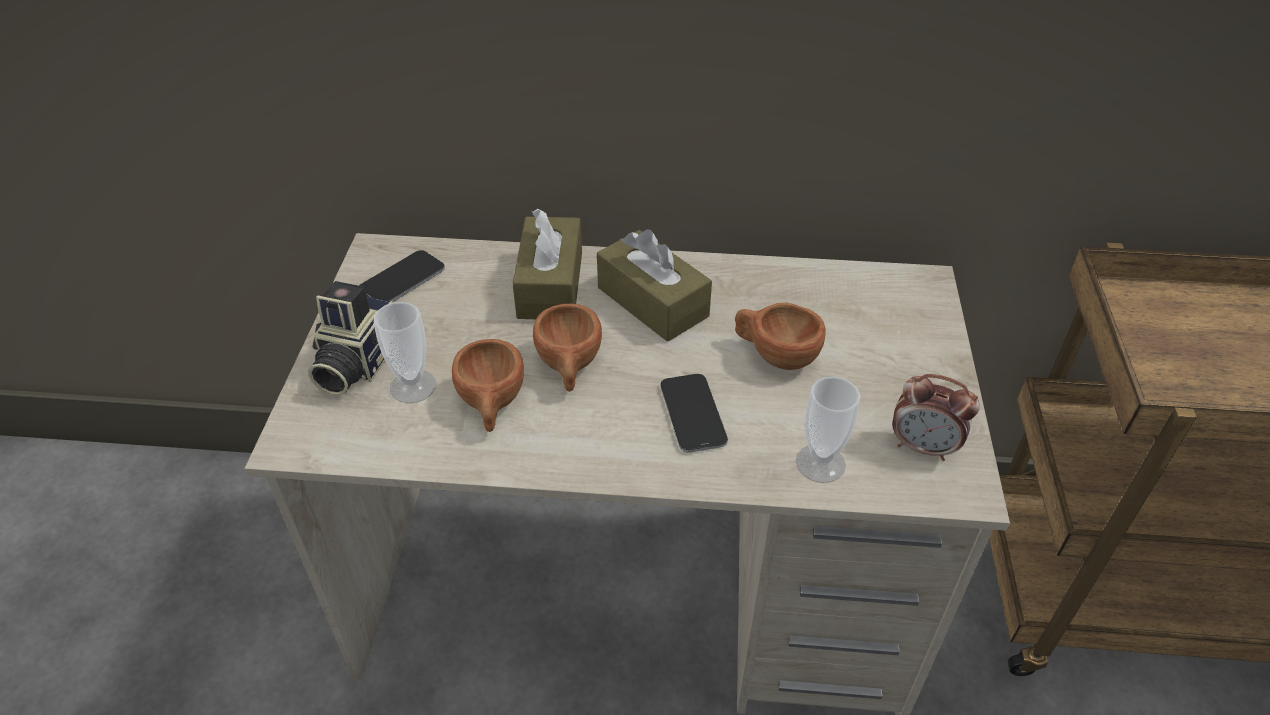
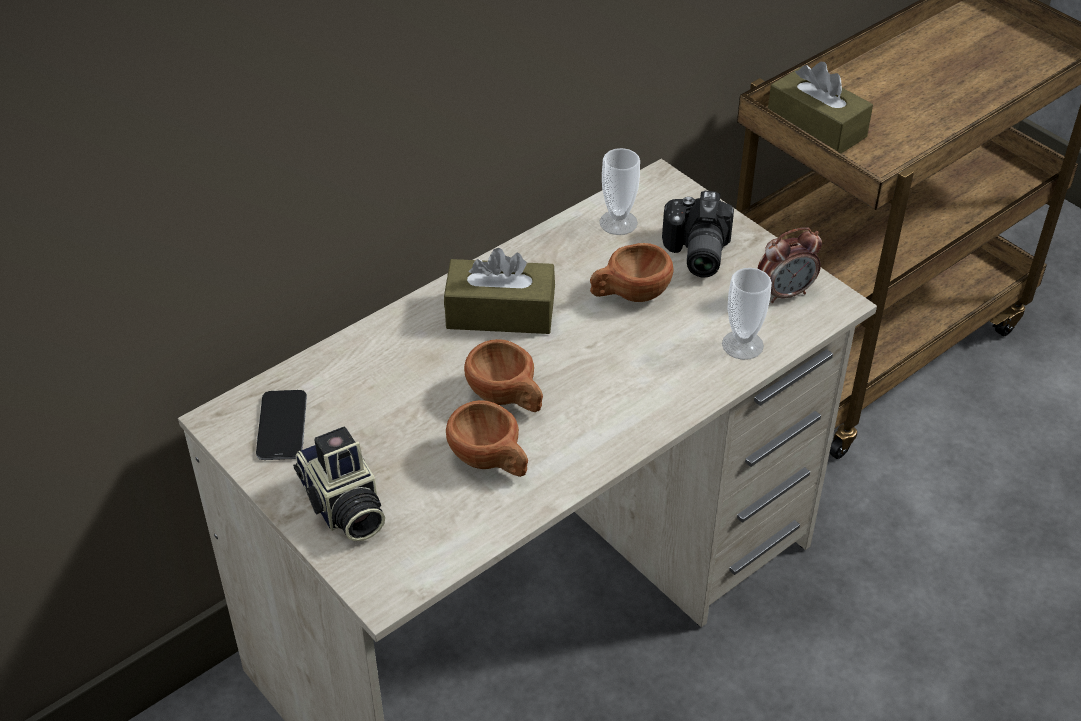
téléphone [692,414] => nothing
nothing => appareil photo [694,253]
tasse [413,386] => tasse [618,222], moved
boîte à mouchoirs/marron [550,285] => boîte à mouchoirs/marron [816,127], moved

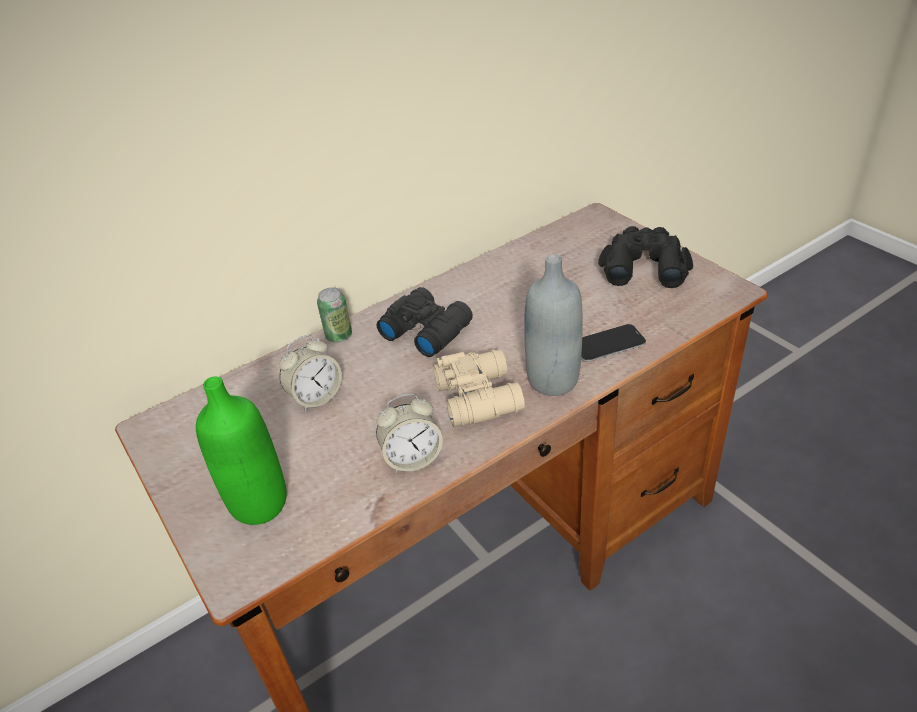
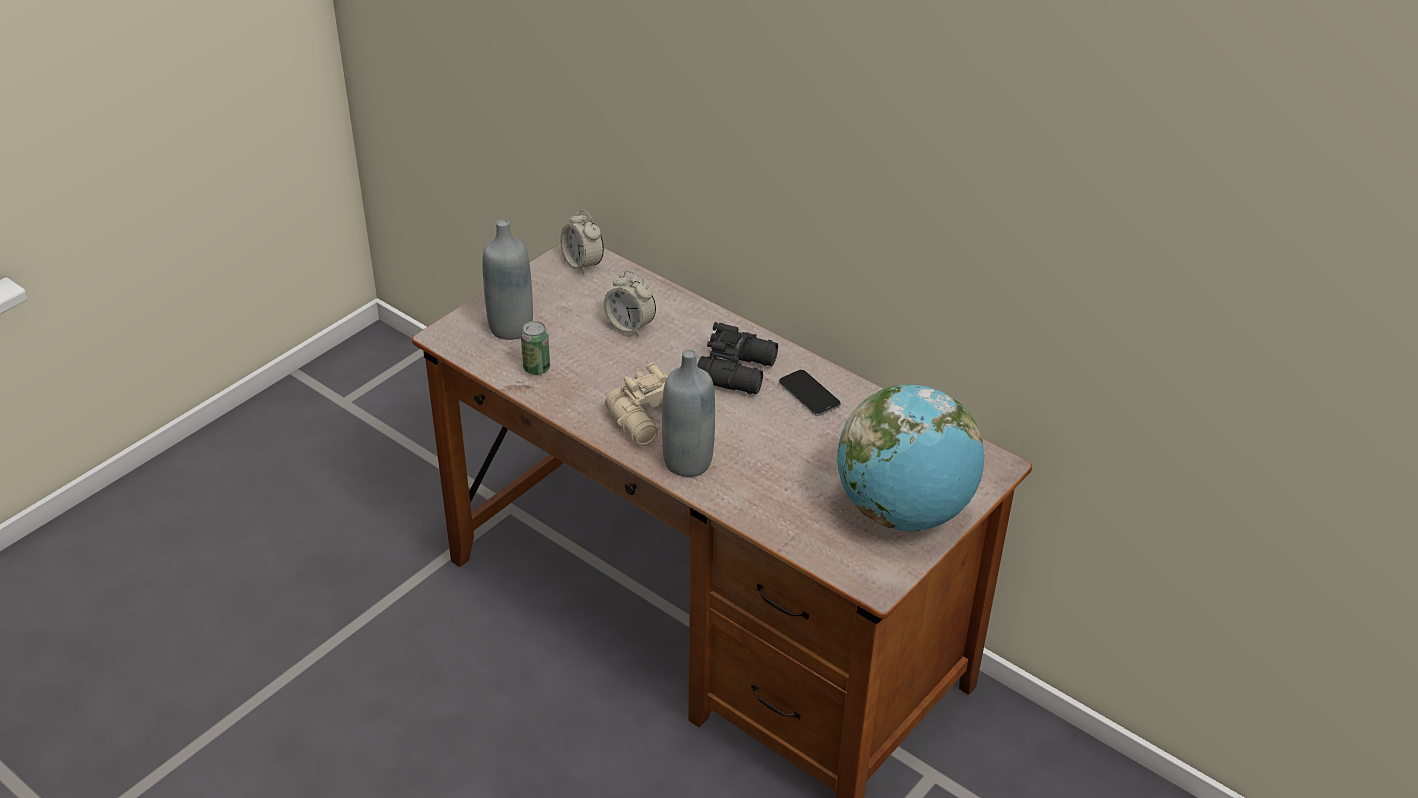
boîte métallique [339,336] => boîte métallique [536,368], moved
réveil [412,459] => réveil [582,264], moved
téléphone [608,344] => téléphone [809,394], moved
jumelles/noir [644,265] => globe [903,511]
bouteille/vert [259,504] => bouteille/gris [511,327]

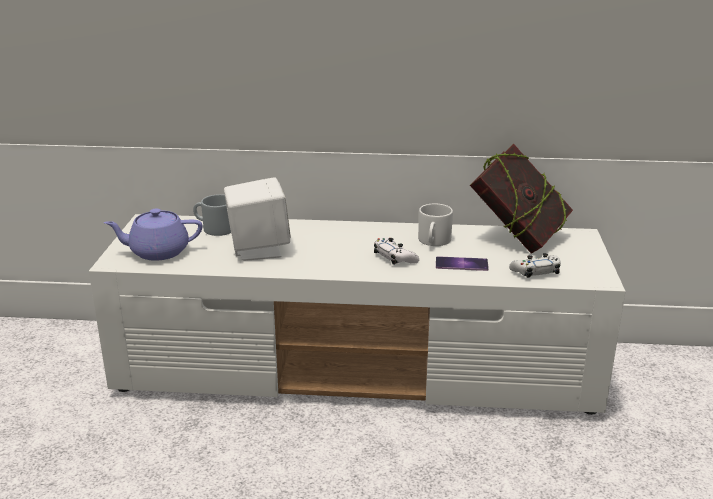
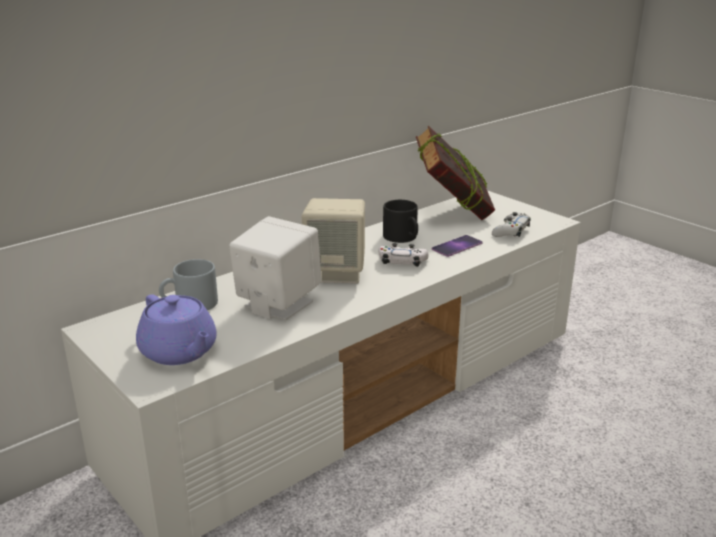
nothing => enceinte/beige [336,272]
mug/blanc [434,242] => mug/noir [403,238]
théière/violet [158,252] => théière/violet [179,352], 75 degrees counterclockwise

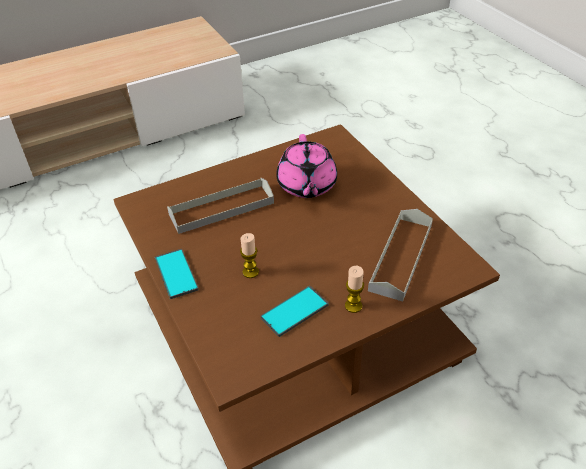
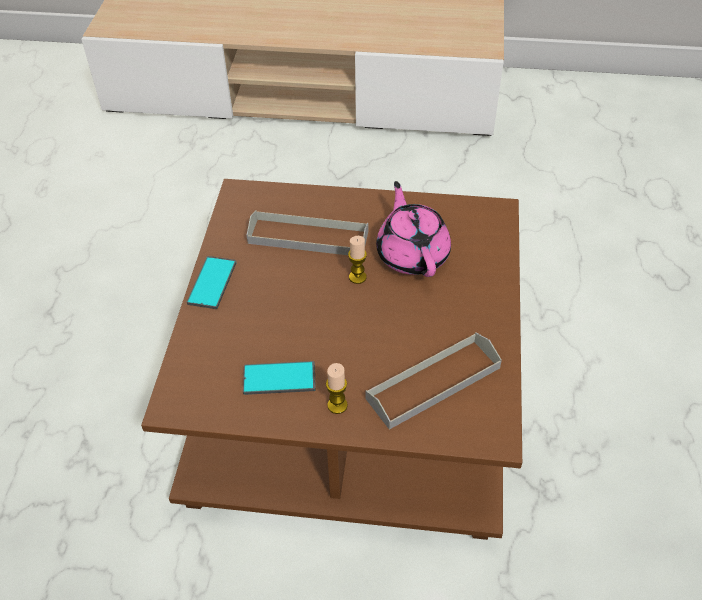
bougie [250,272] => bougie [357,277], moved
théière/rose [306,185] => théière/rose [412,254], 135 degrees clockwise

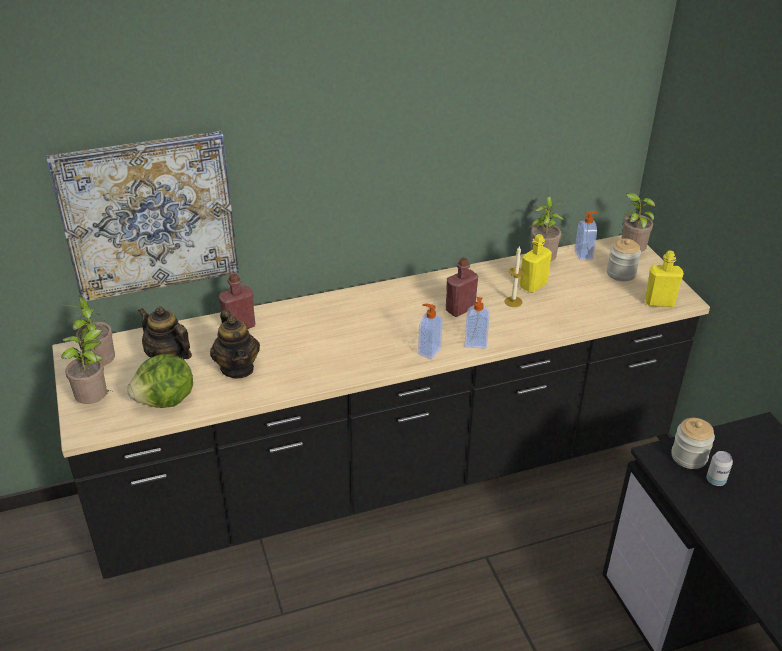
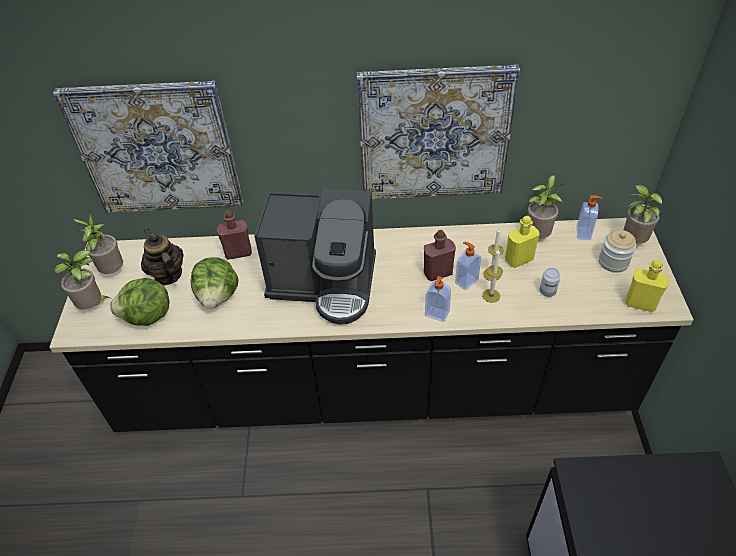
bocal [689,456] => nothing
nothing => machine à café [325,283]
nothing => tableau [434,134]
nothing => bougie [491,295]
distributeur de savon [428,351] => distributeur de savon [466,281], moved
boîte métallique [715,480] => boîte métallique [547,292], moved
théière [237,368] => laitue [218,296]

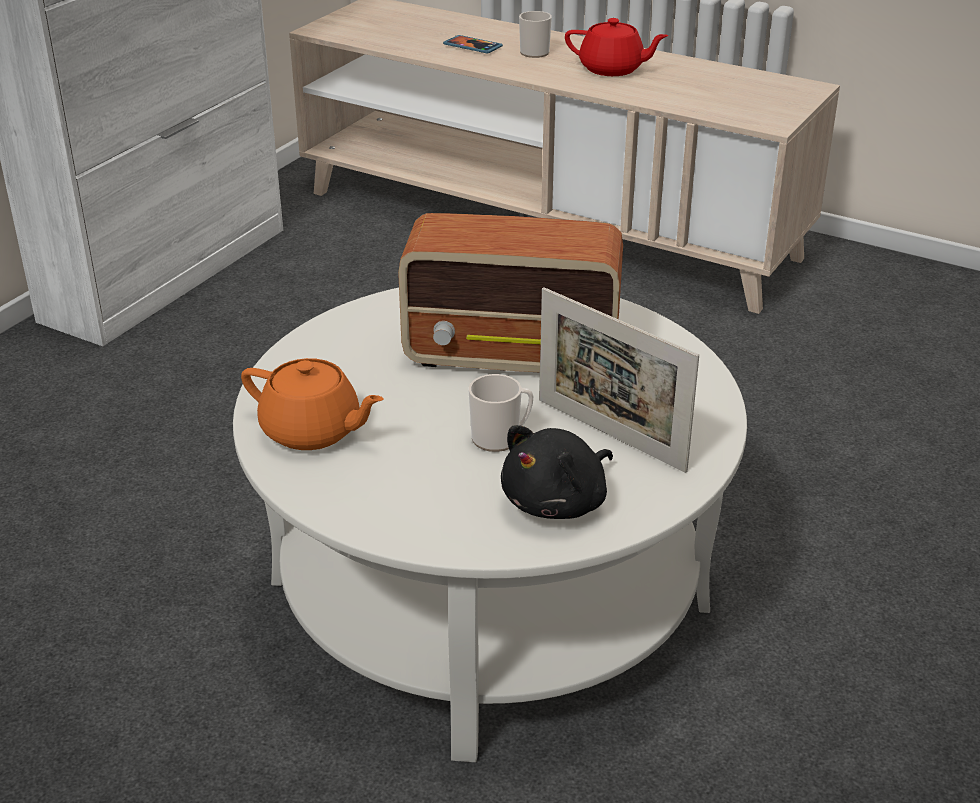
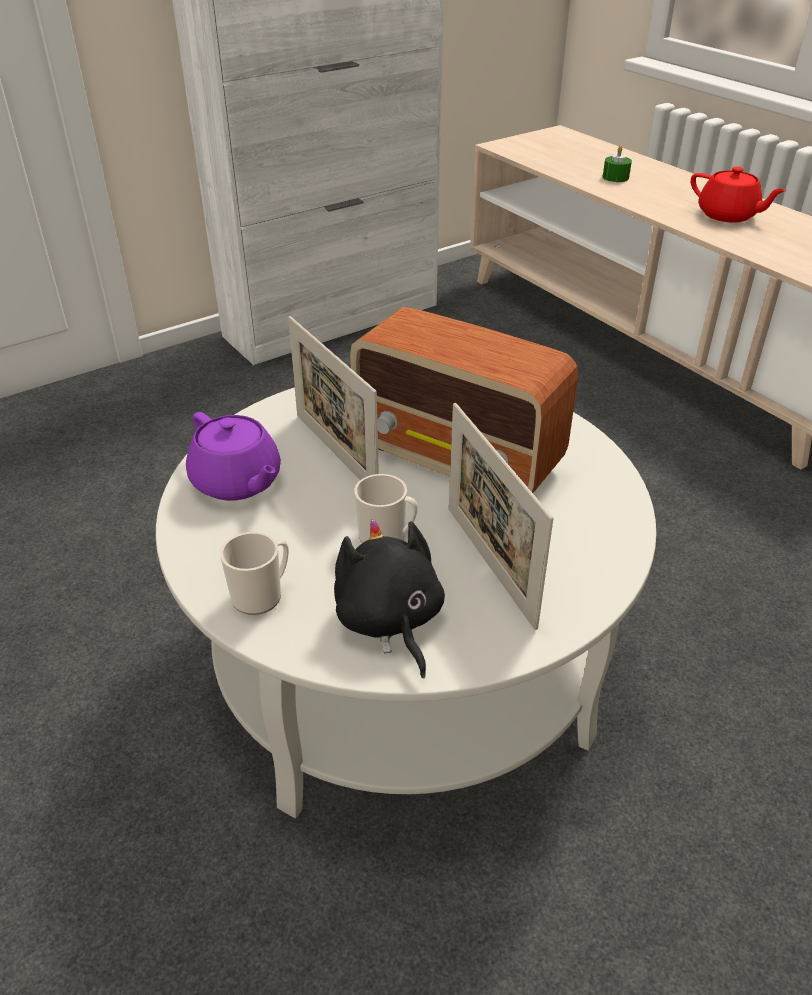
nothing => cadre photo [335,453]
mug [536,51] => mug [262,595], moved
téléphone [473,46] => bougie/vert [615,177]
théière/orange [312,431] => théière/violet [237,482]
peluche/noir [558,502] => peluche/noir [389,621], 90 degrees clockwise

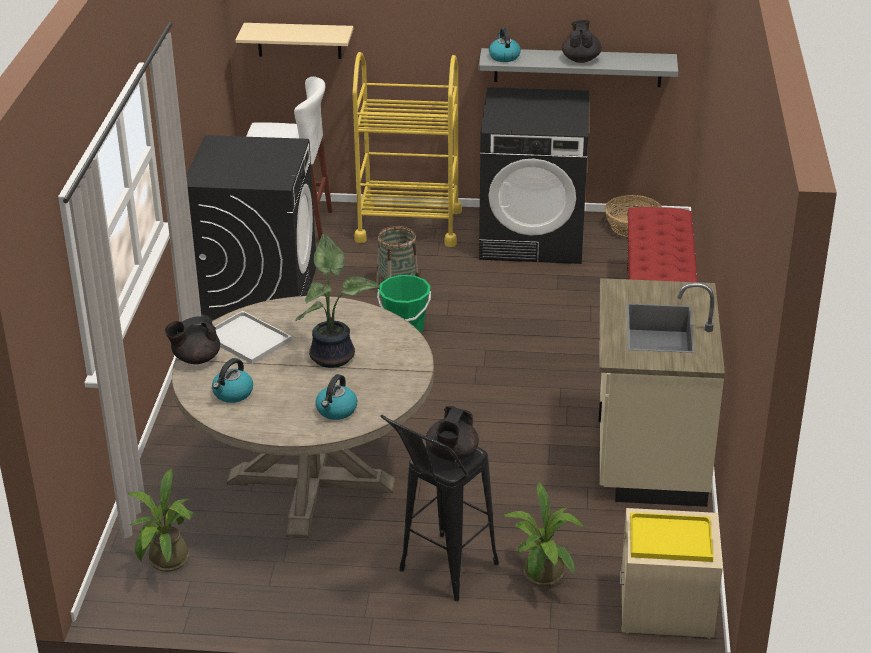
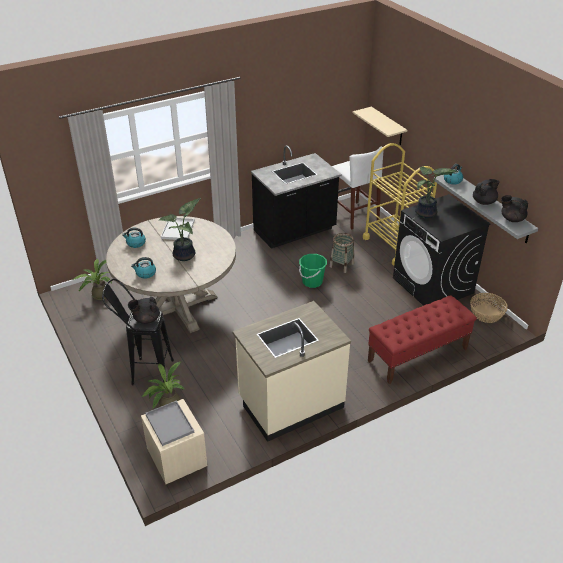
nothing => plante en pot [426,214]
théière/noir [195,358] => théière/noir [512,219], moved
lave-linge/noir [259,292] => comptoir de cuisine/noir [295,231]
plateau/jaune [669,539] => plateau/gris [168,423]

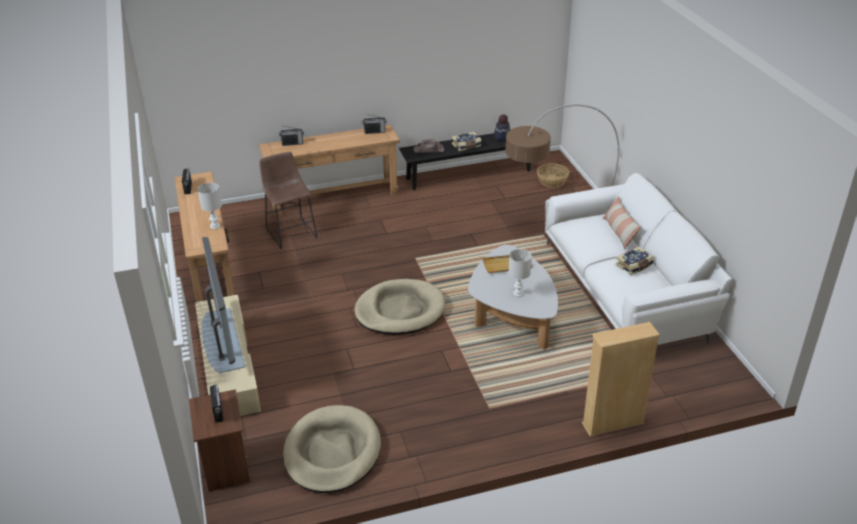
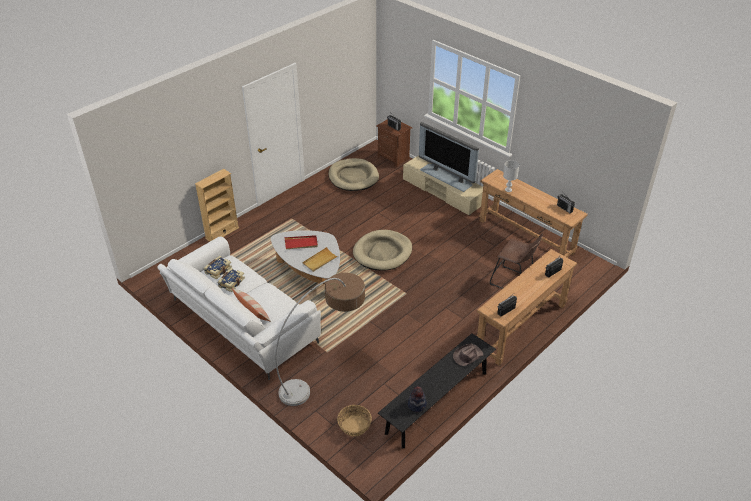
livre [466,146] => livre [217,270], moved
lampe de table/blanc [518,293] => plateau/rouge [301,243]

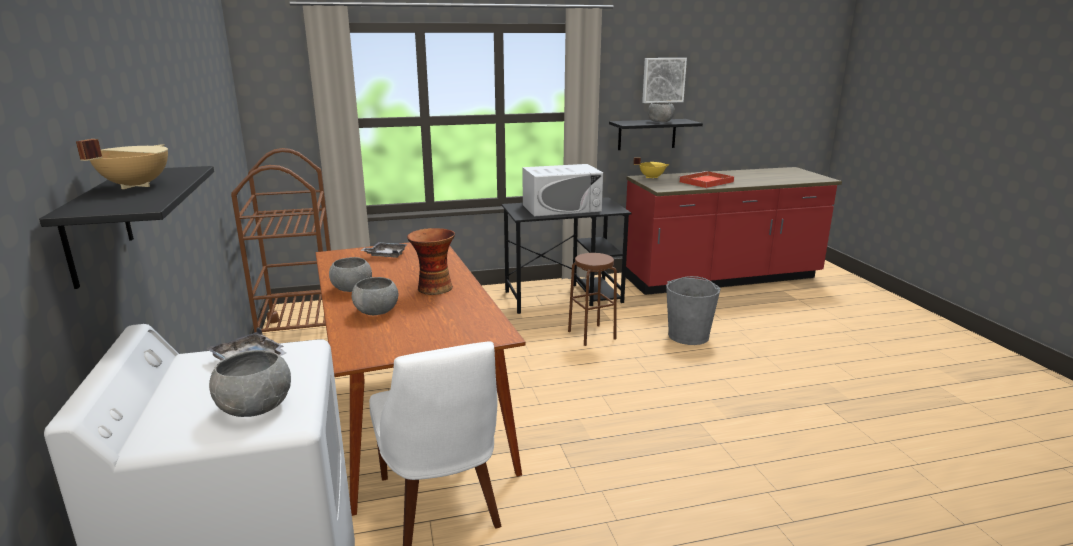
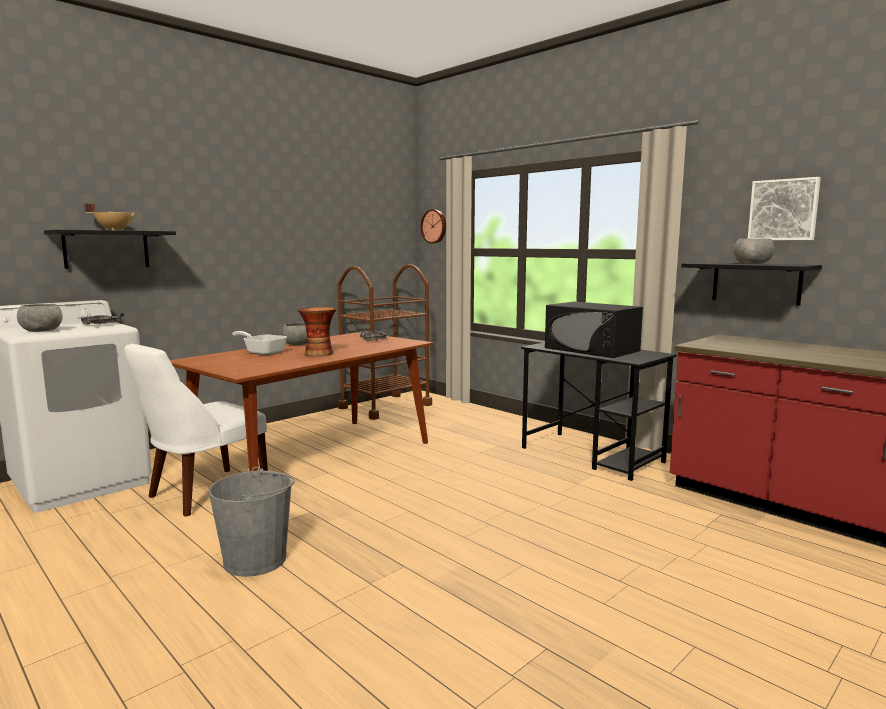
tabouret/marron [591,335] => nothing
marmite/jaune [651,177] => nothing
plateau/rouge [705,182] => nothing
nothing => horloge murale [434,226]
seau/gris [688,335] => seau/gris [256,560], moved
bol/gris [376,311] => poêle [262,352]
micro-ondes/blanc [561,208] => micro-ondes/noir [592,349]

